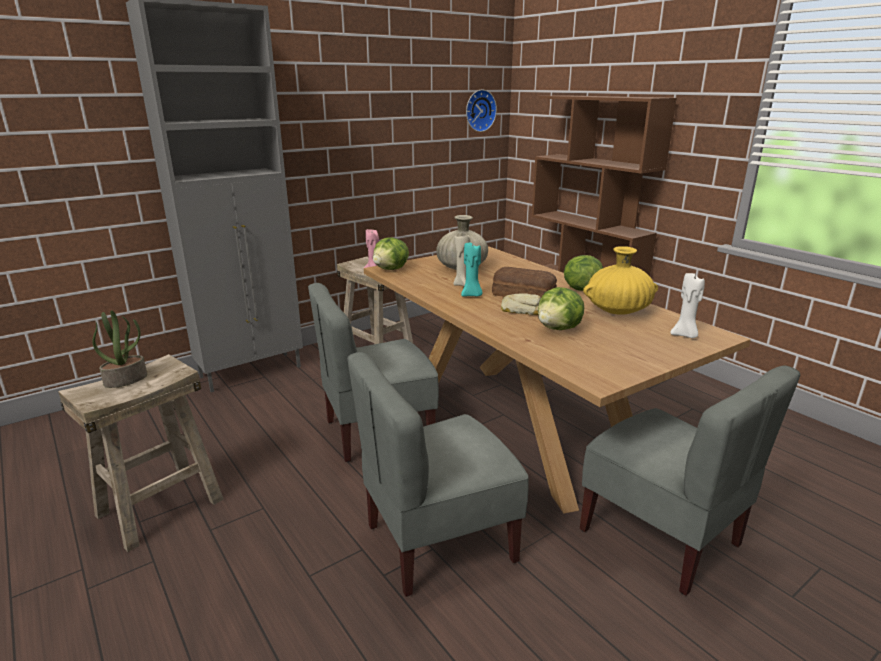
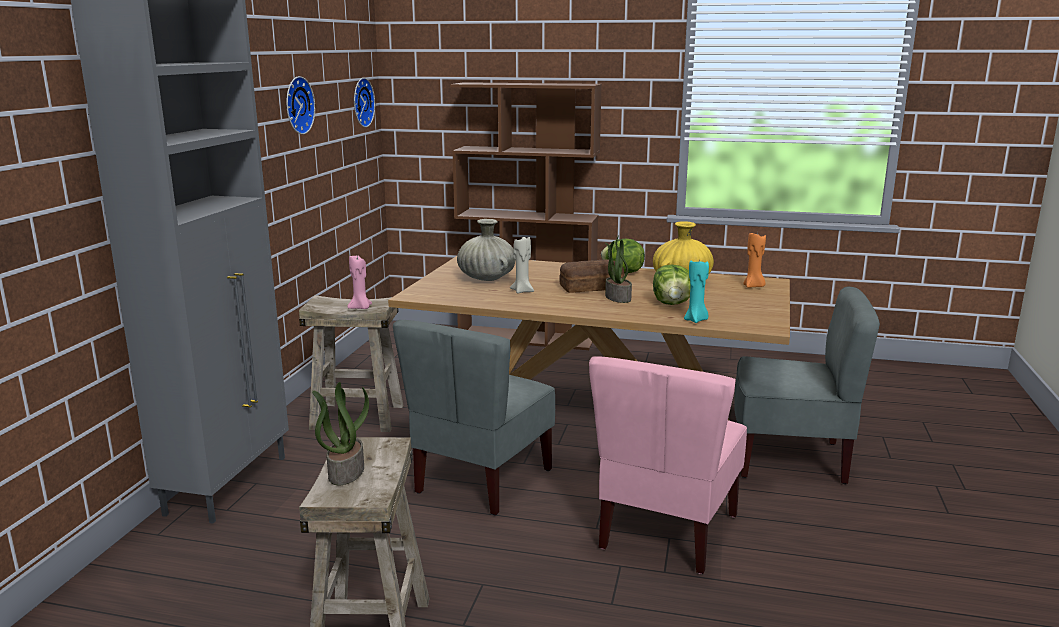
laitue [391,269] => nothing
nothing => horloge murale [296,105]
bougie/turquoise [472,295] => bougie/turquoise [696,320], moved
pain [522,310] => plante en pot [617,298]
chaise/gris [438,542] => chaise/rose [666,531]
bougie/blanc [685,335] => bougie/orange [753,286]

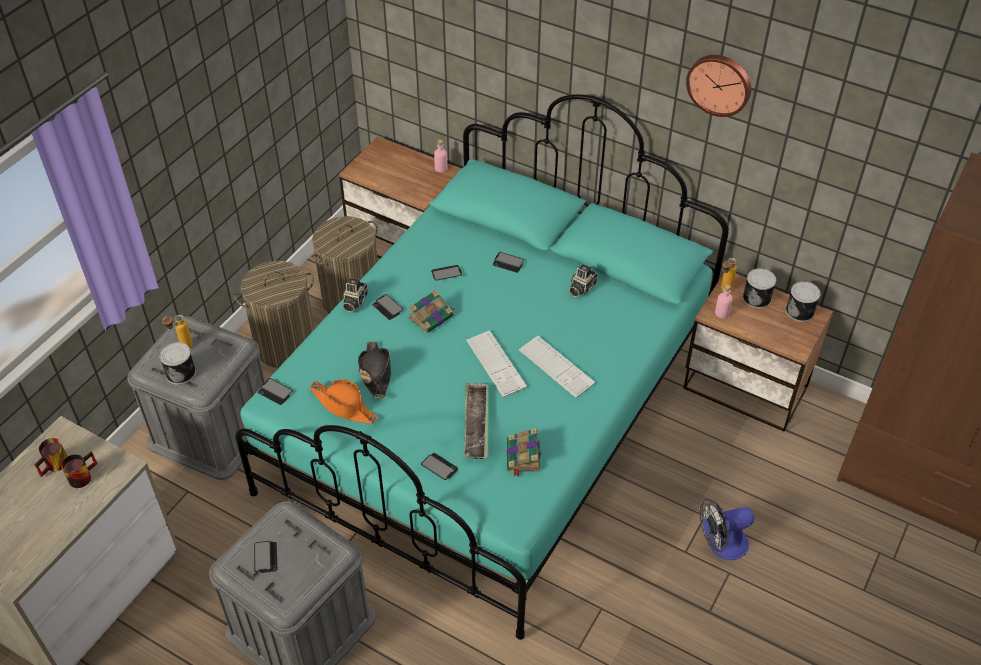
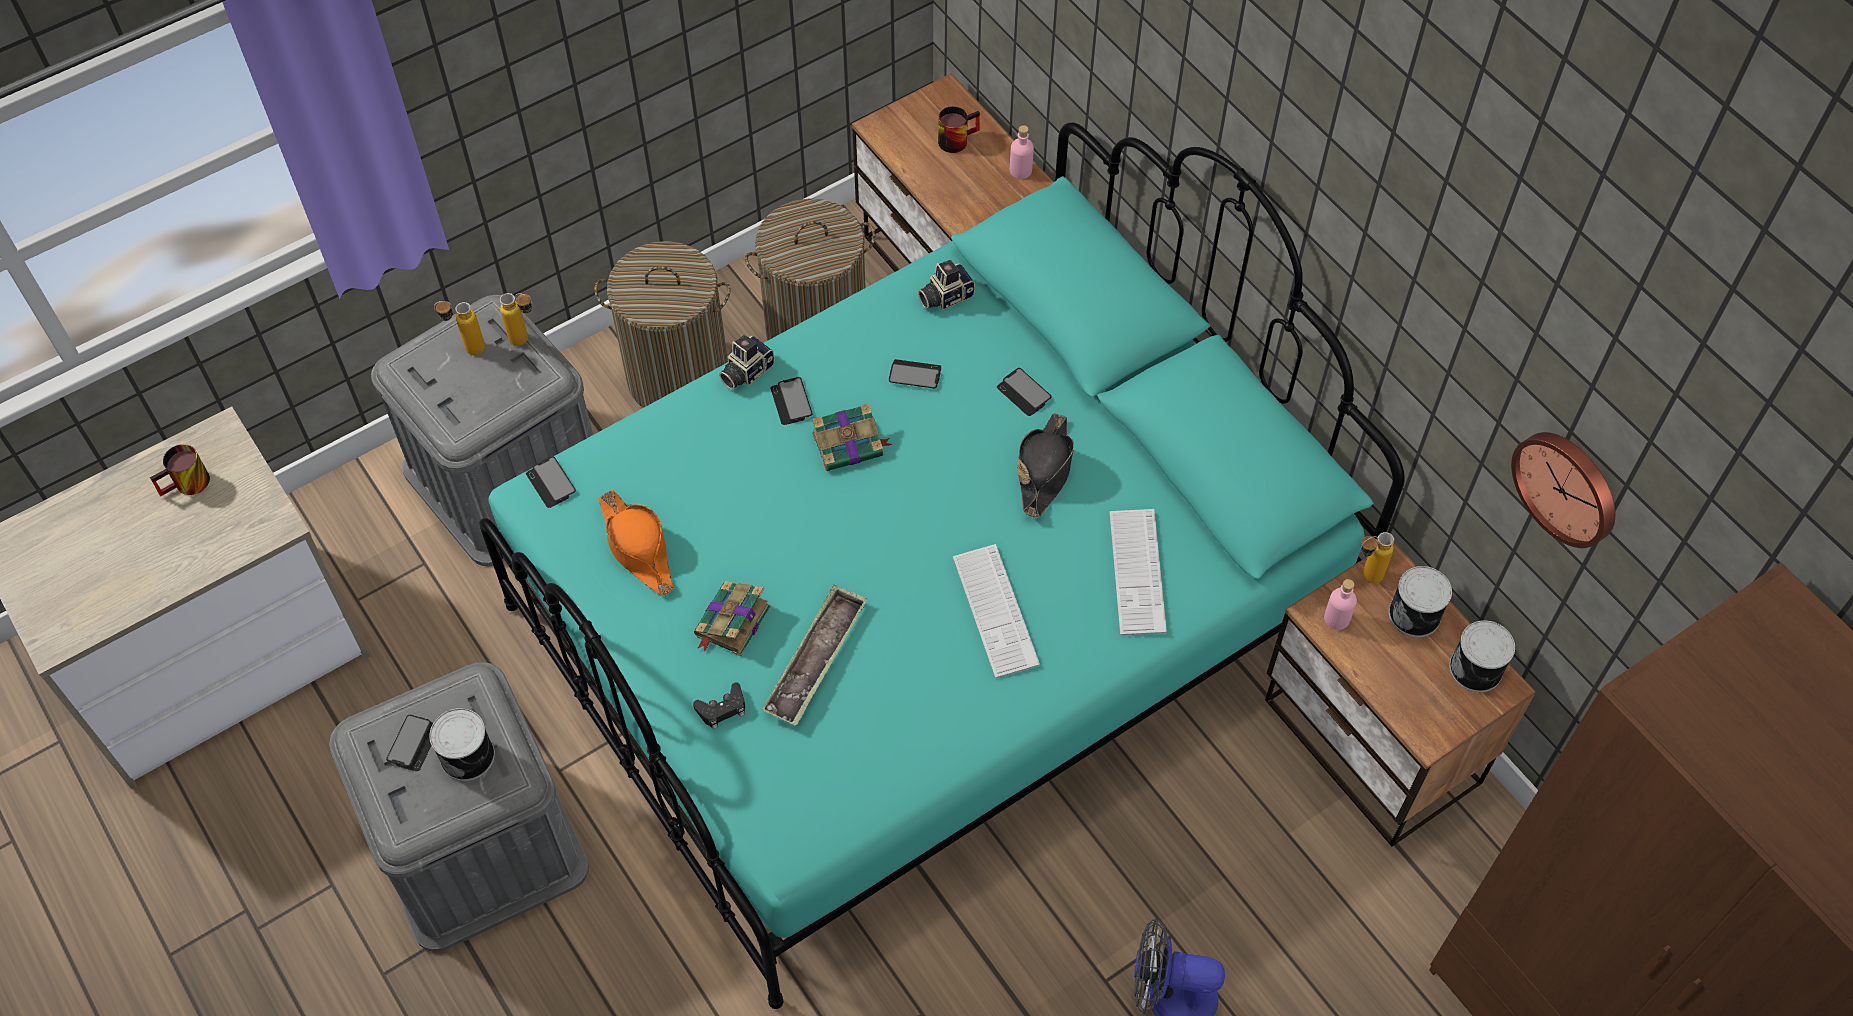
nothing => bouteille [526,341]
mug [82,475] => mug [956,138], moved
boîte métallique [181,372] => boîte métallique [468,755], moved
chapeau/noir [375,373] => chapeau/noir [1044,469], moved
clavier [496,364] => clavier [1137,572], moved
livre [523,457] => livre [731,623], moved
appareil photo [581,288] => appareil photo [944,296], moved
horloge murale [719,84] => horloge murale [1568,486], moved
téléphone [439,467] => manette/noir [722,709]

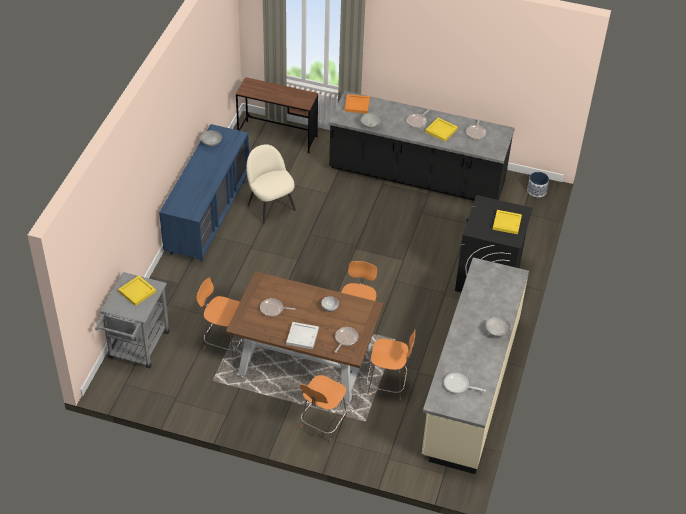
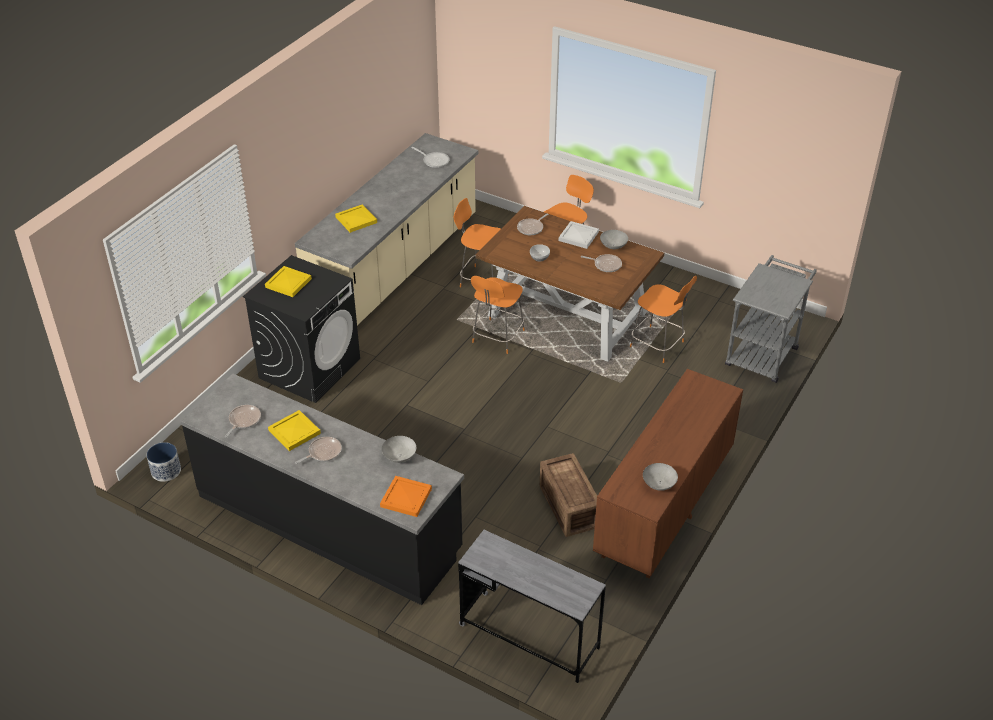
plateau/jaune [137,291] => plateau/jaune [355,220], moved
bol/gris [496,332] => bol/gris [614,246], moved
chaise/beige [270,207] => caisse [568,507]
commode/bleu [208,216] => commode/marron [664,507]
bureau/marron [277,137] => bureau/gris [529,636]

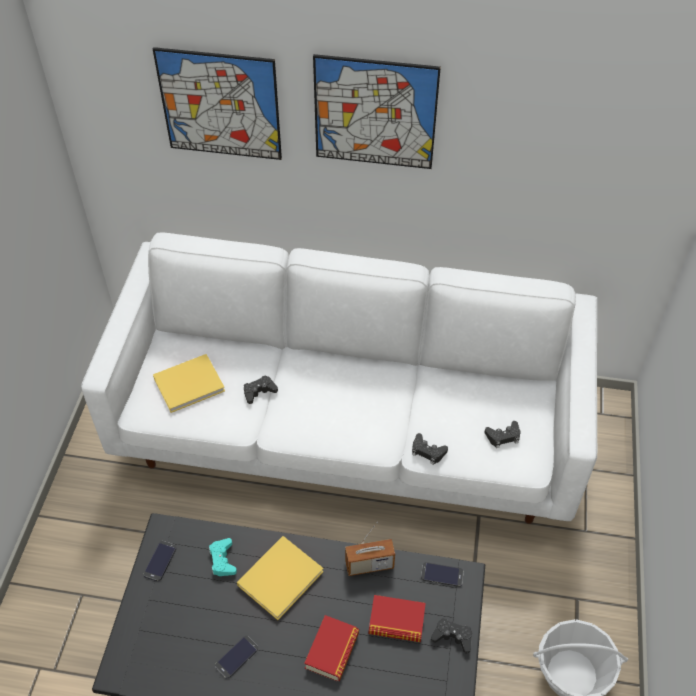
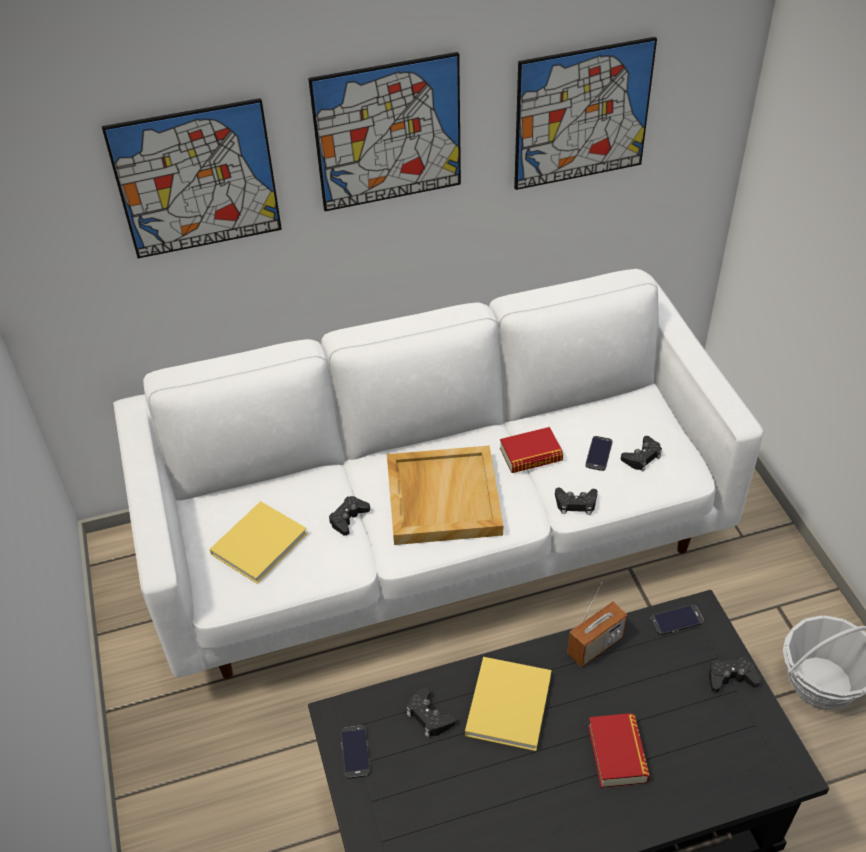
nothing => plateau/beige [442,497]
nothing => tableau [582,114]
téléphone [236,657] => téléphone [598,453], moved
livre [396,621] => livre [530,455], moved
manette/turquoise [222,560] => manette/noir [429,716]

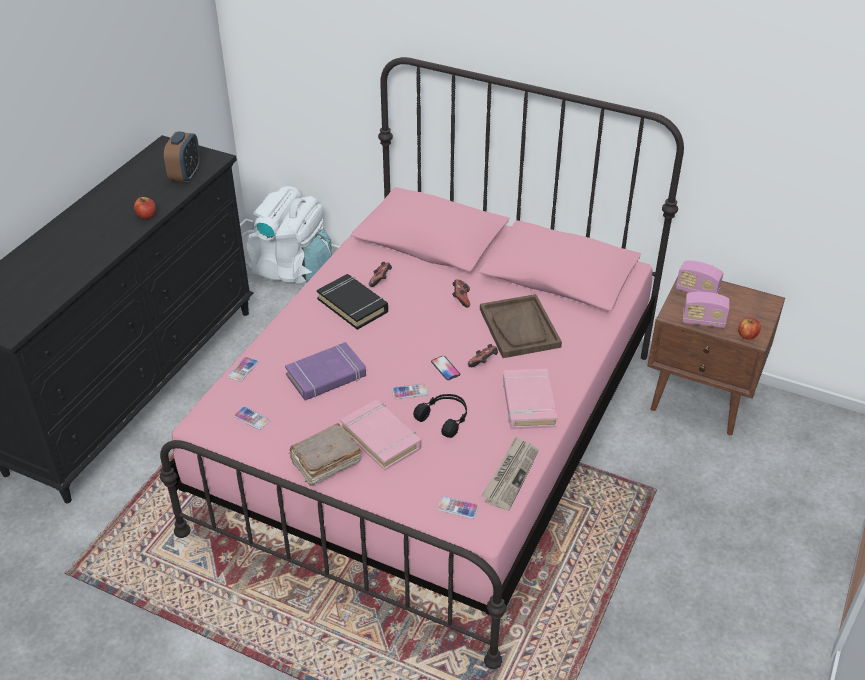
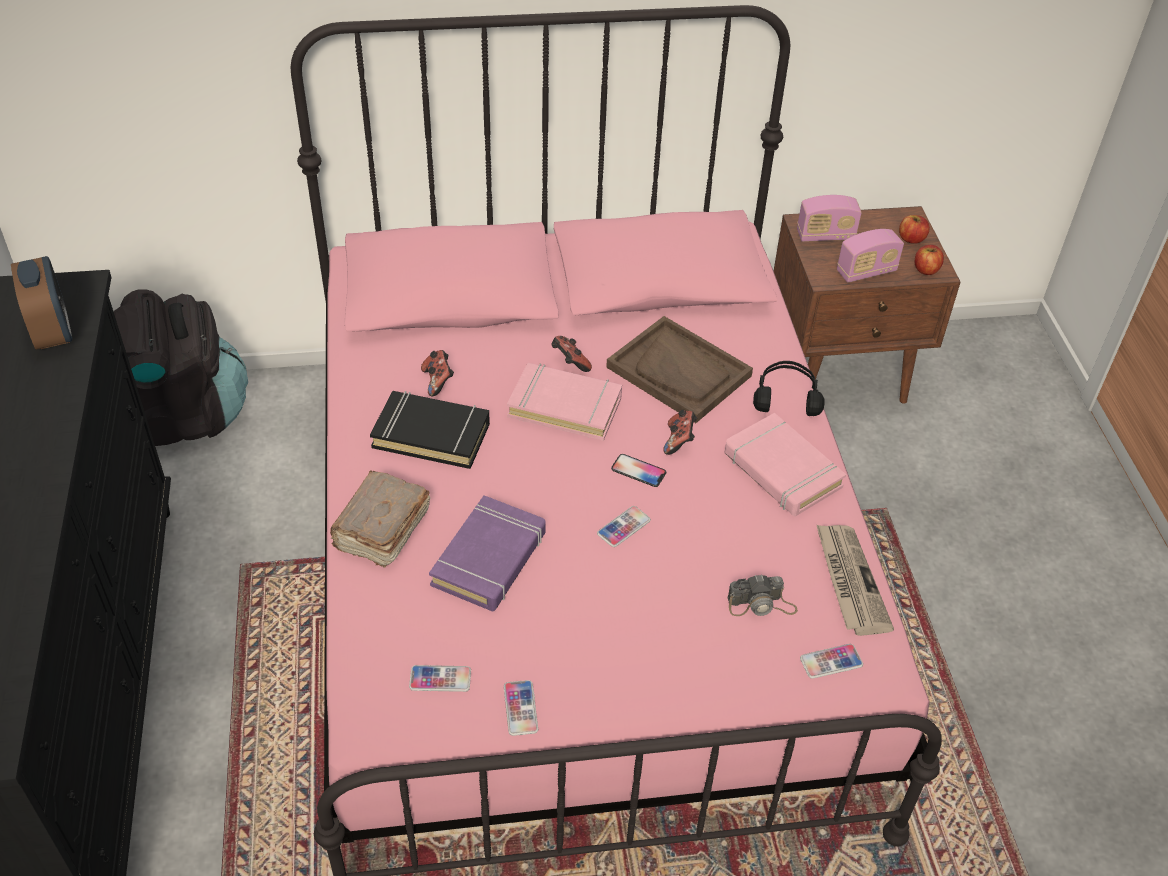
nothing => appareil photo [761,604]
pomme [146,216] => pomme [911,239], moved
téléphone [243,369] => téléphone [520,708], moved
livre/marron [325,463] => livre/marron [381,530], moved
livre/rose [381,438] => livre/rose [565,407], moved
casque audio/noir [444,418] => casque audio/noir [786,396], moved
sac à dos/blanc [291,269] => sac à dos/noir [180,416]

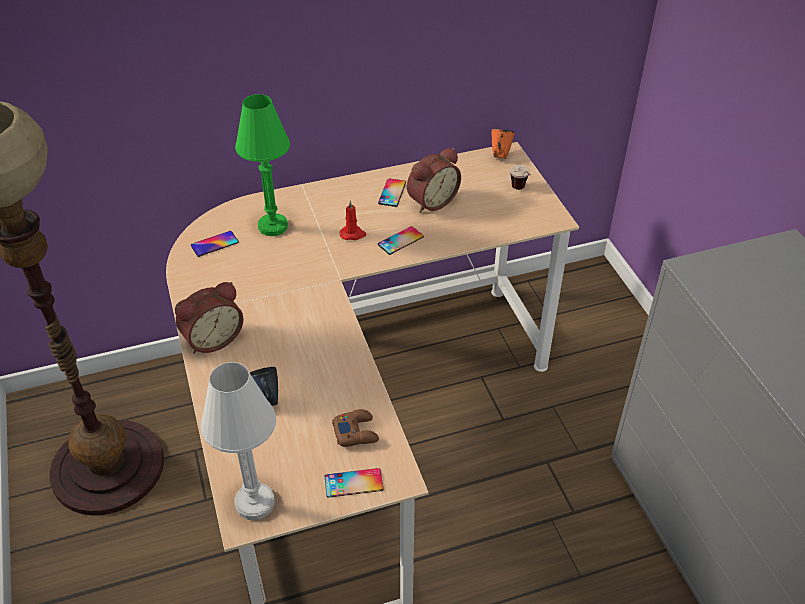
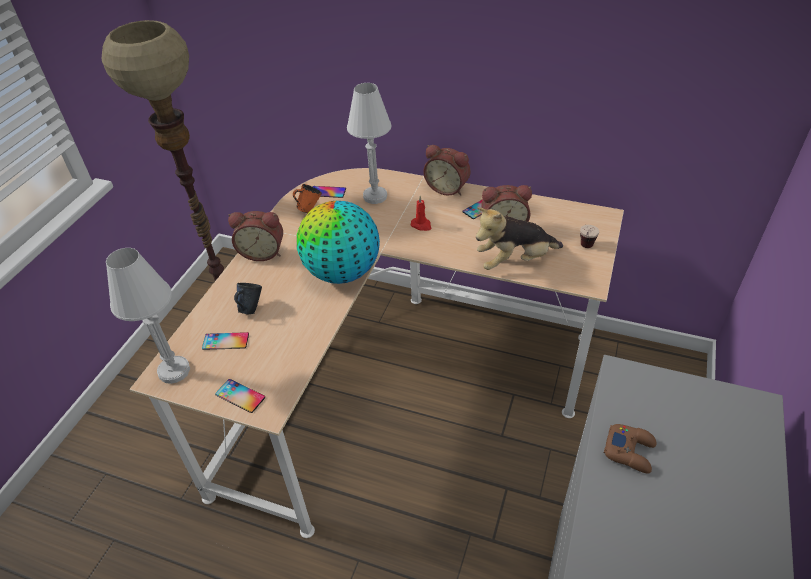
nothing => globe [342,272]
nothing => réveil [447,188]
nothing => peluche [514,261]
manette/marron [356,432] => manette/marron [630,451], moved
téléphone [400,240] => téléphone [225,341], moved
mug/orange [500,155] => mug/orange [309,209], moved
lampe de table/vert [273,226] => lampe de table/blanc [375,196]

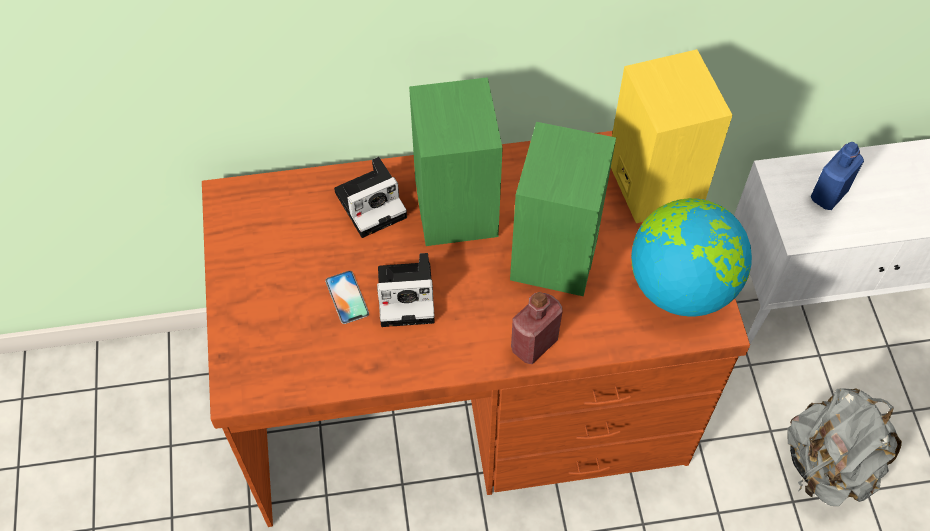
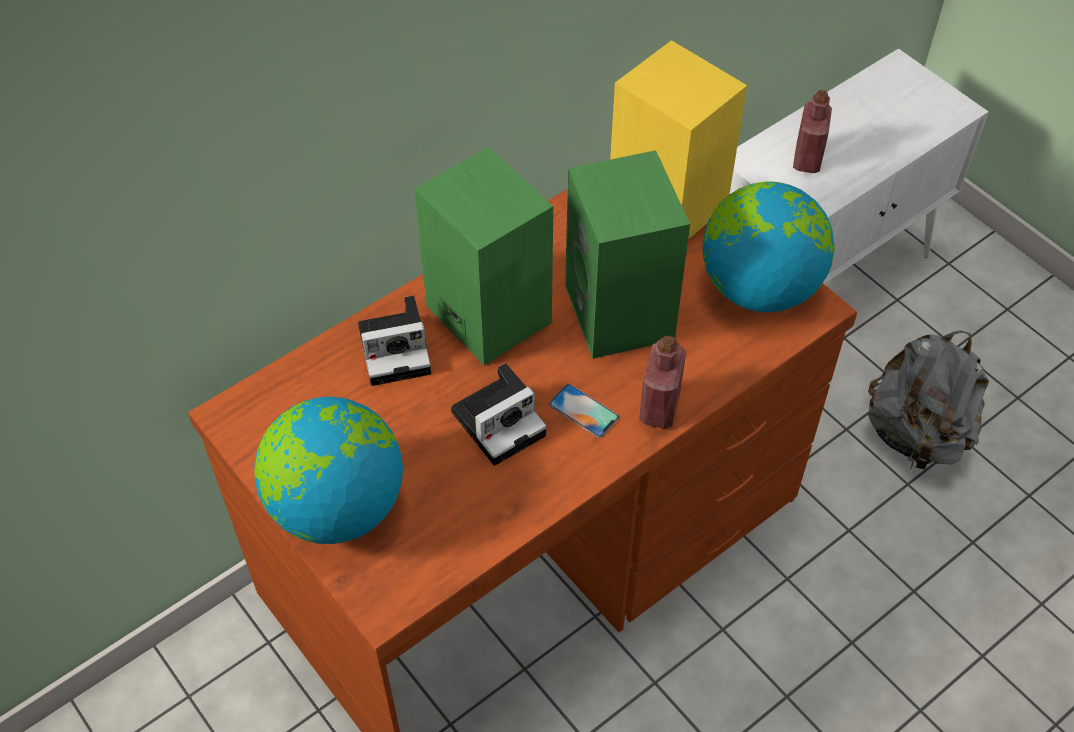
nothing => globe [337,506]
téléphone [347,297] => téléphone [583,411], moved
bouteille/bleu [828,195] => bouteille/rouge [807,159]
appareil photo [373,203] => appareil photo [398,349], 45 degrees clockwise

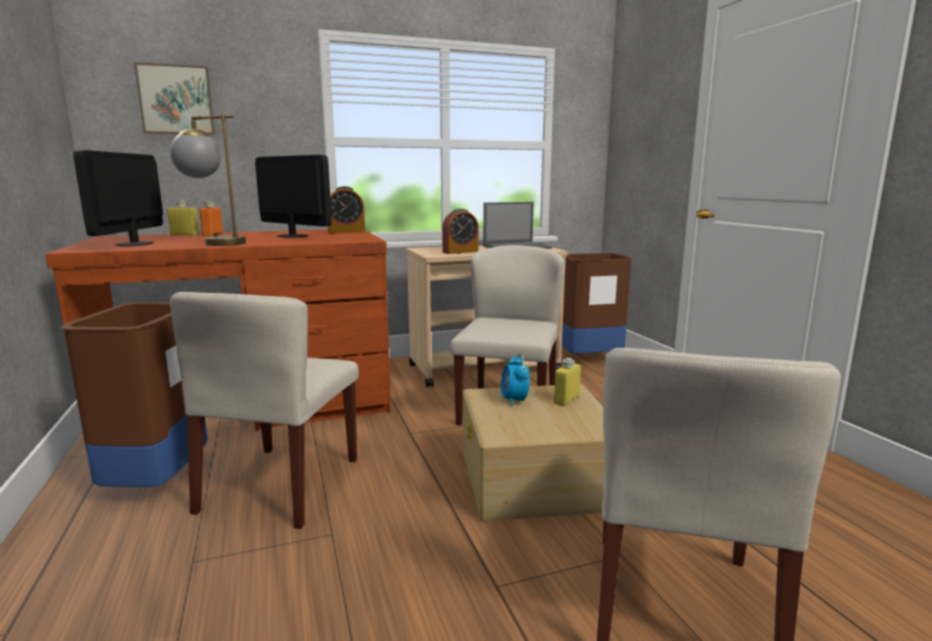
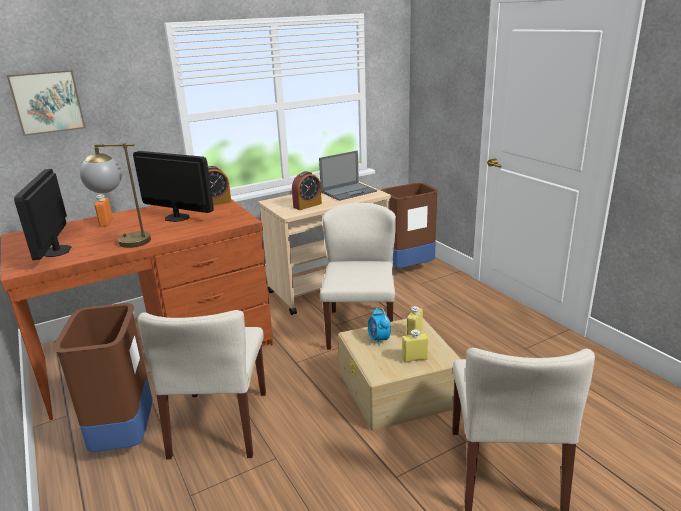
bouteille/jaune [185,235] => bouteille/jaune [414,358], moved

